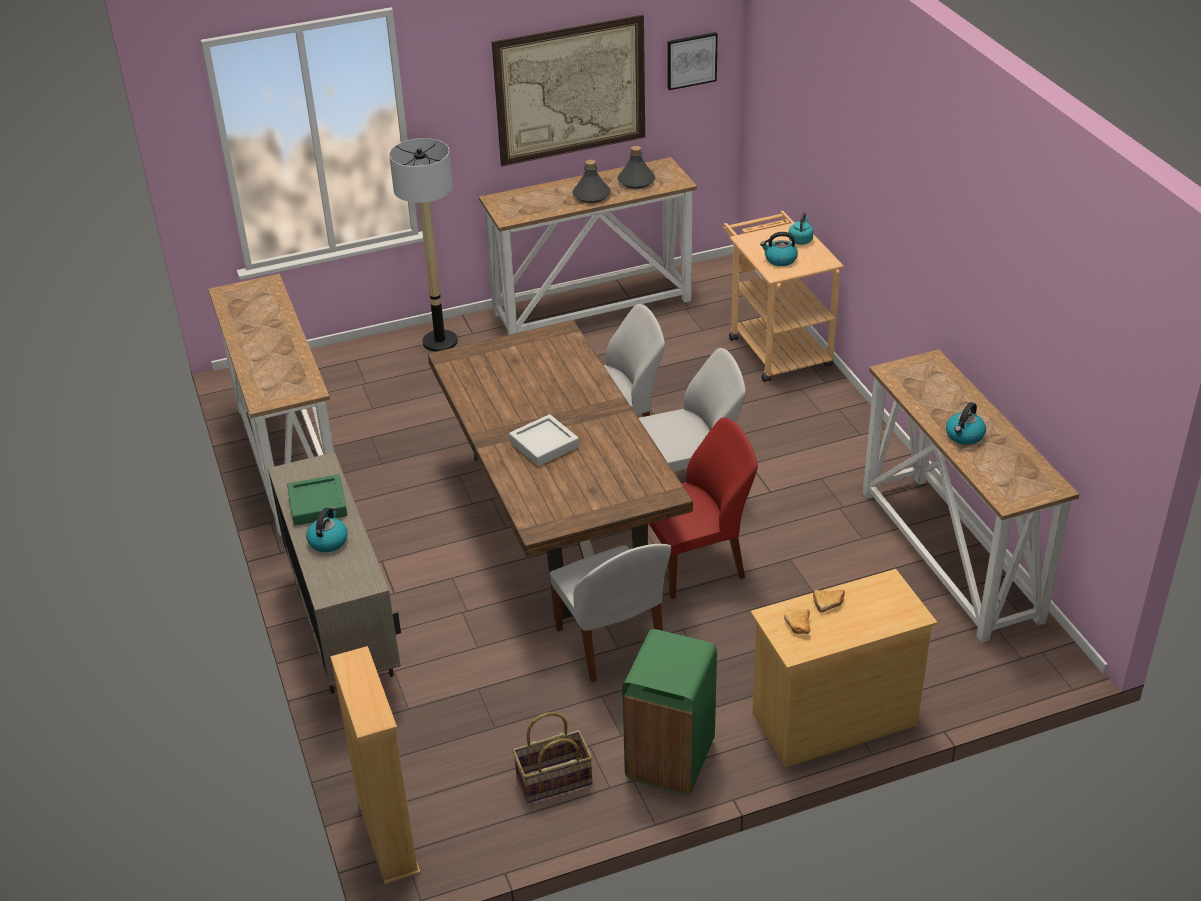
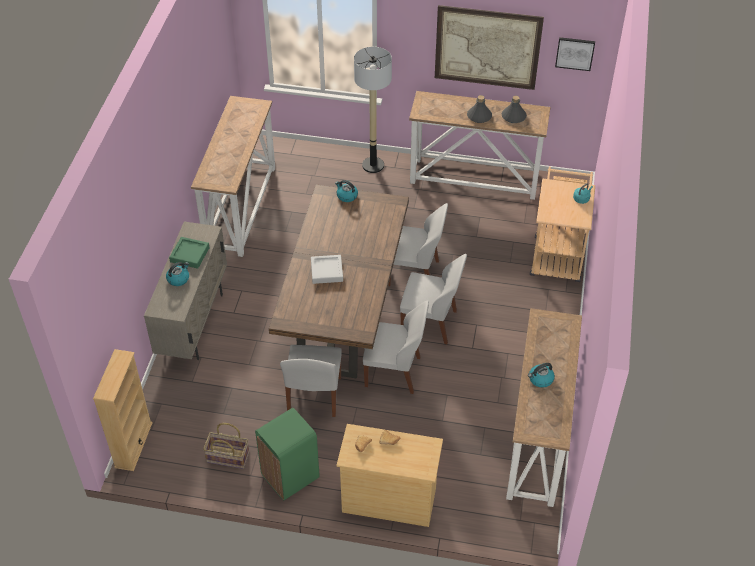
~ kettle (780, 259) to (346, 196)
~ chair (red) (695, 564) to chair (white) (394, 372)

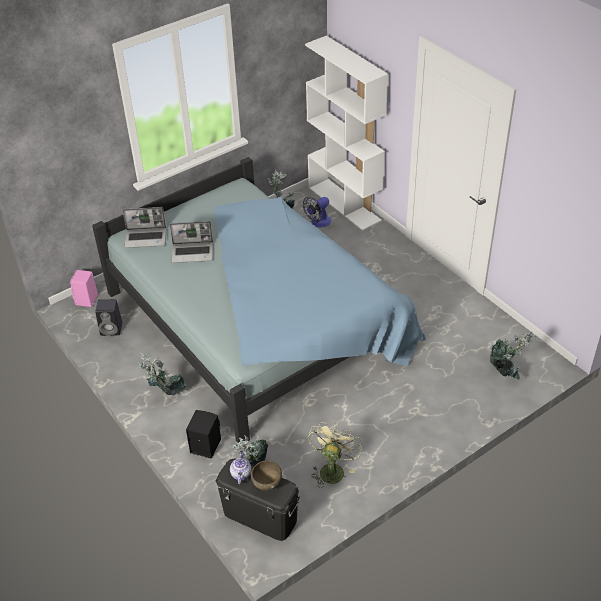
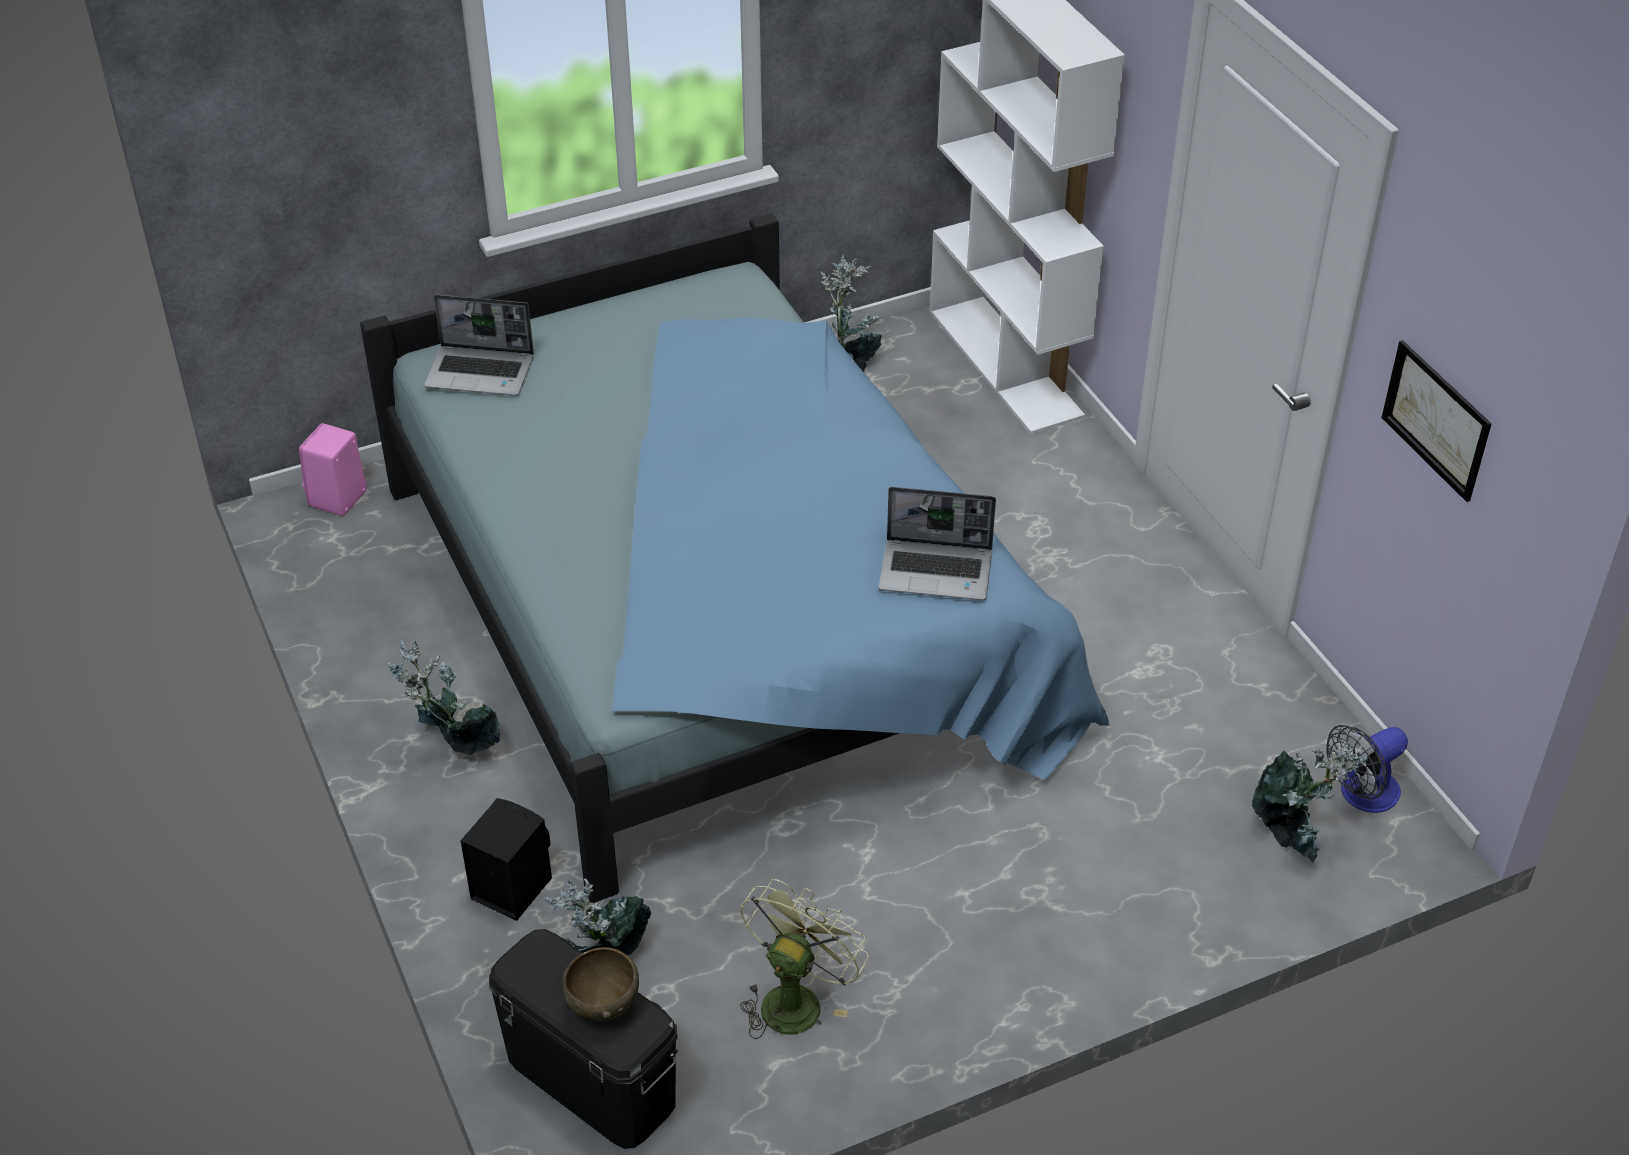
~ laptop (193, 253) to (937, 571)
~ fan (318, 223) to (1361, 795)
+ picture (1436, 420)
- speaker (black) (112, 329)
- teapot (241, 473)

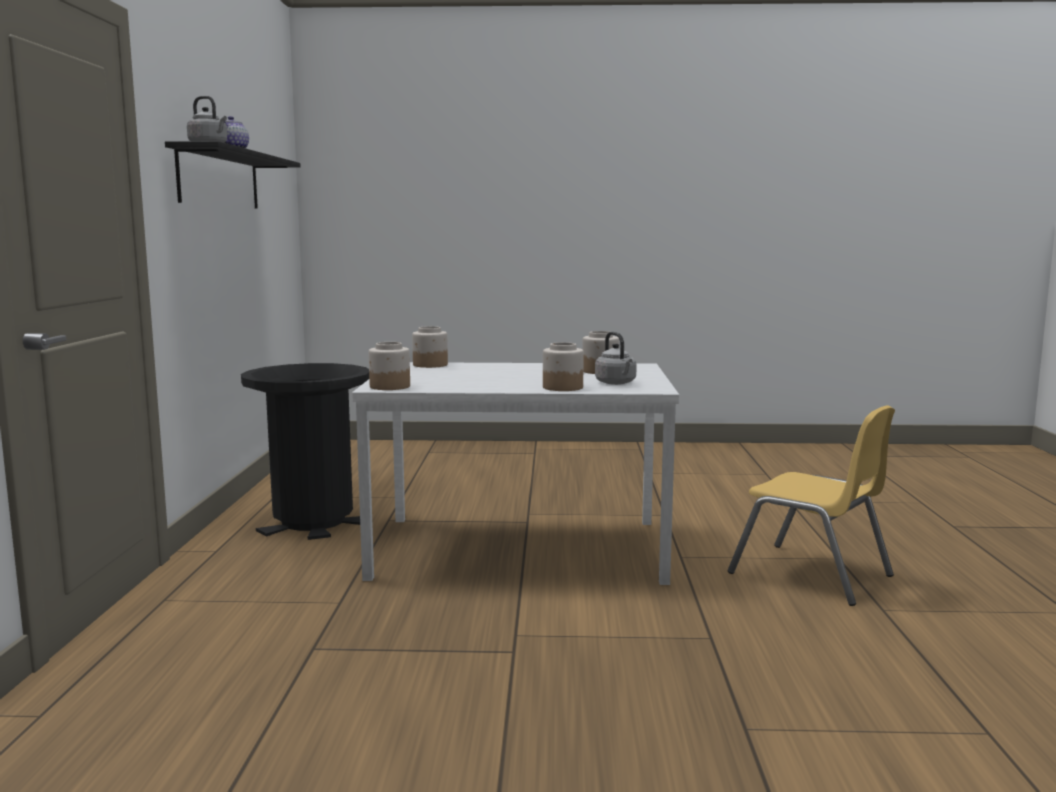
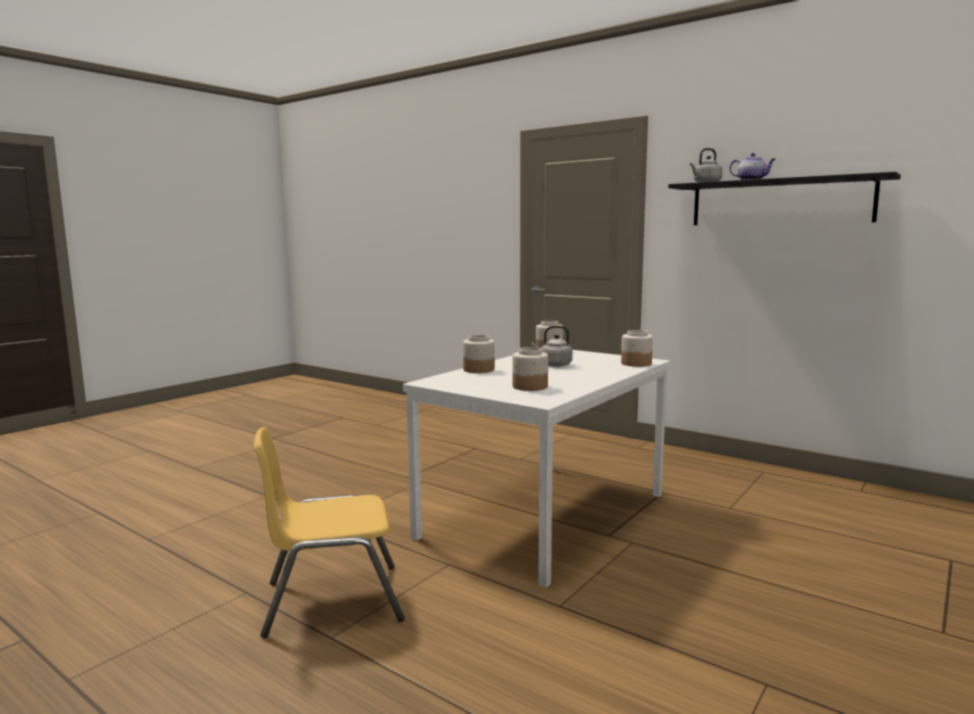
~ kettle (grey) (616, 383) to (554, 365)
- trash can (black) (313, 521)

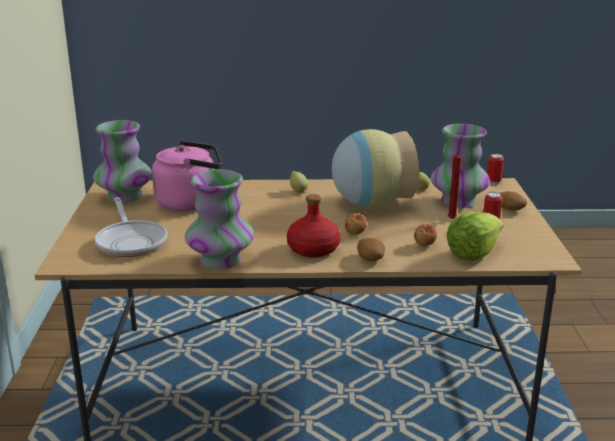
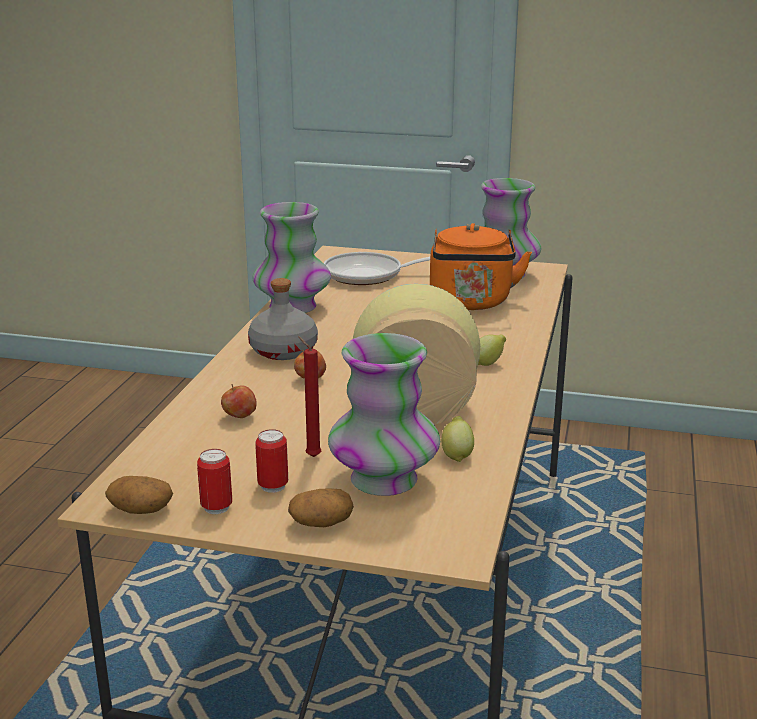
~ potato (371, 259) to (140, 509)
~ can (493, 182) to (216, 507)
~ bottle (red) (313, 249) to bottle (grey) (284, 351)
~ kettle (pink) (190, 202) to kettle (orange) (471, 303)
- lettuce (473, 253)

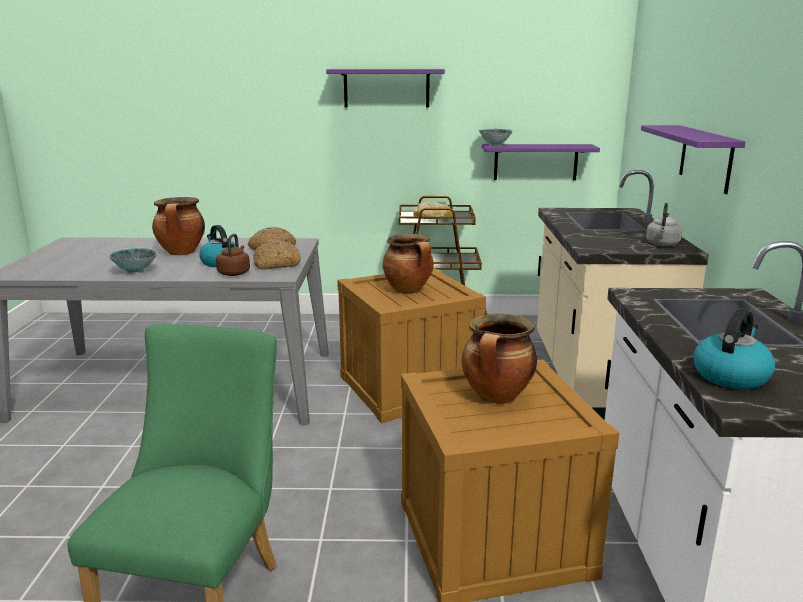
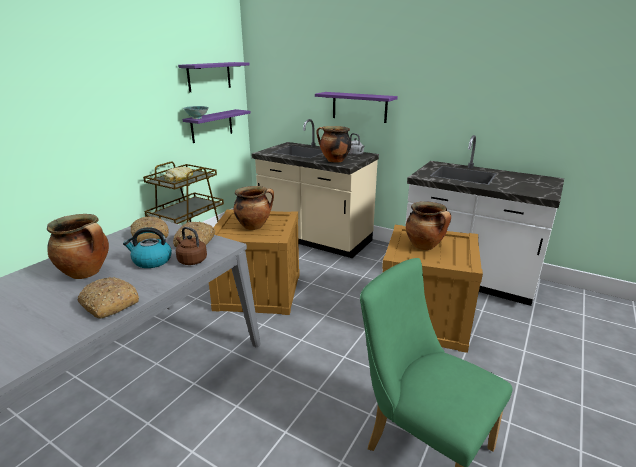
~ bowl (135, 272) to bread (108, 304)
~ shelf (purple) (386, 88) to (209, 76)
+ cooking pot (334, 161)
- kettle (730, 375)

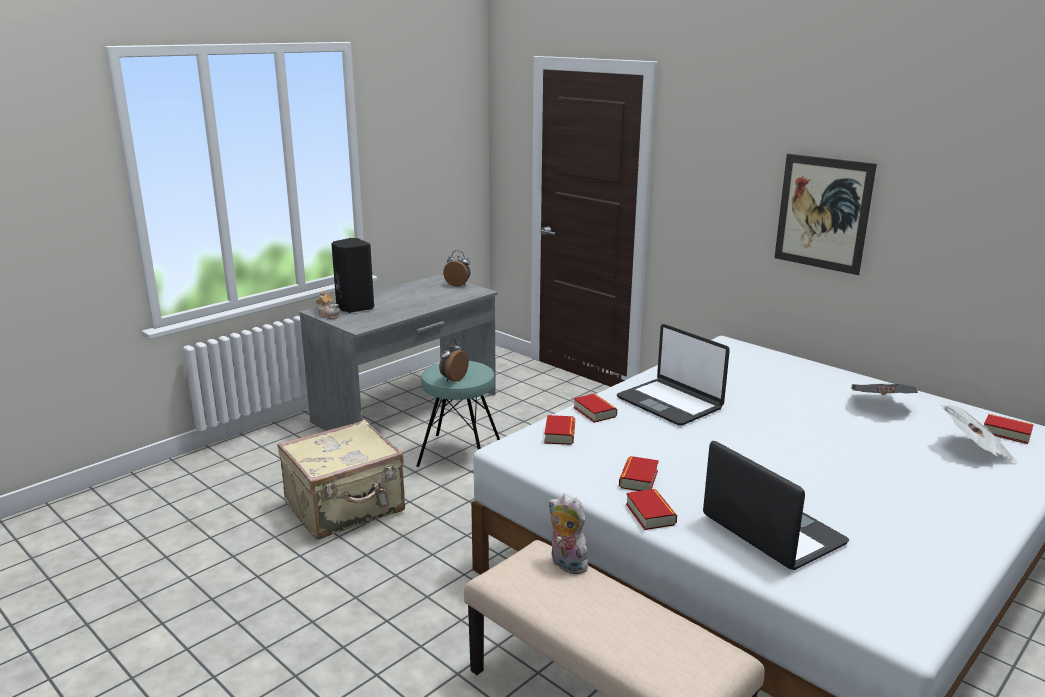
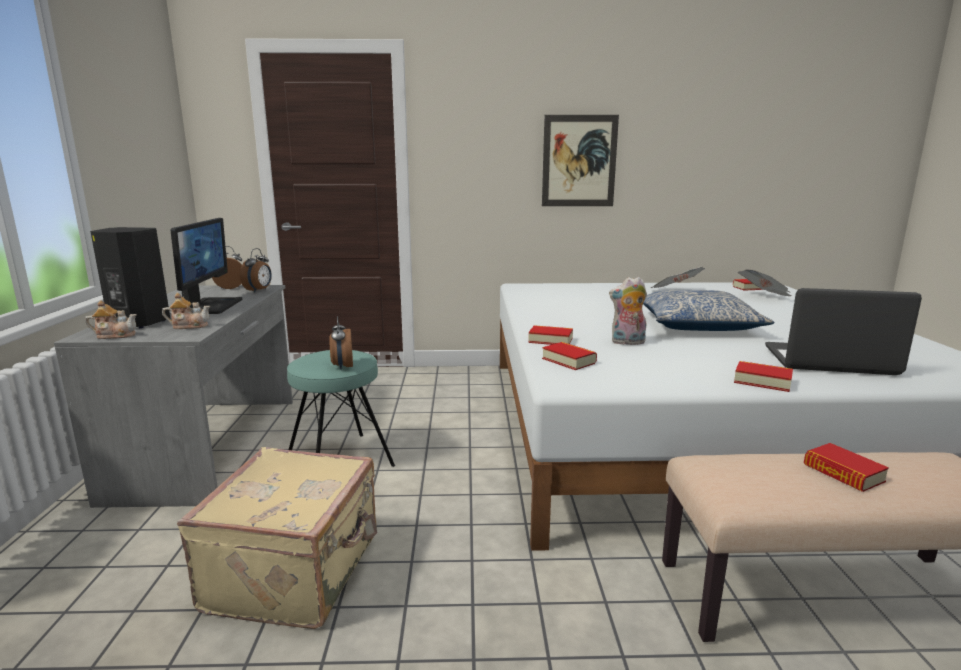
+ teapot (189, 326)
+ monitor (210, 306)
+ alarm clock (259, 290)
~ plush toy (566, 564) to (627, 342)
+ pillow (697, 325)
~ book (638, 479) to (843, 473)
- laptop (670, 403)

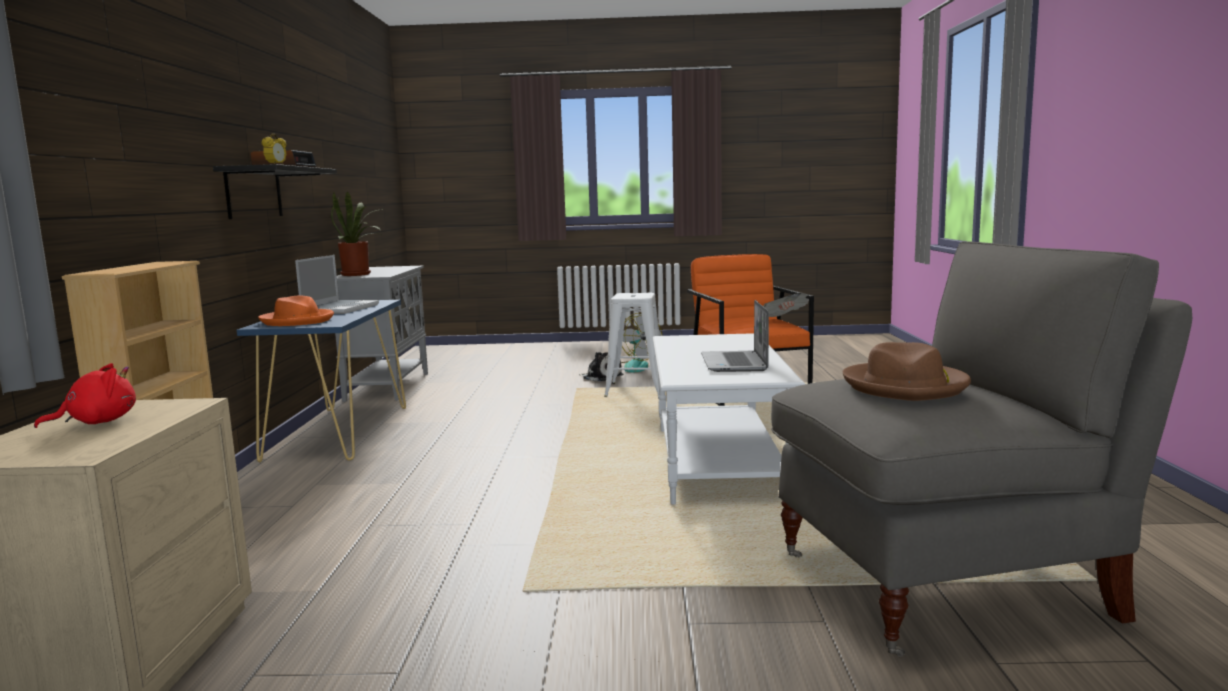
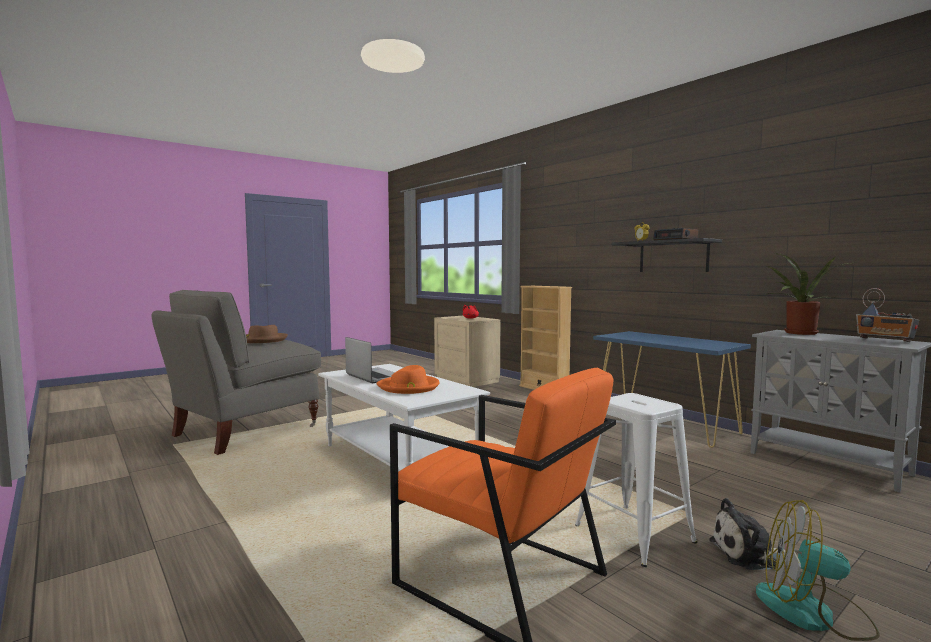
~ hat (orange) (298, 321) to (409, 387)
+ radio (885, 340)
- laptop (340, 309)
- newspaper (783, 320)

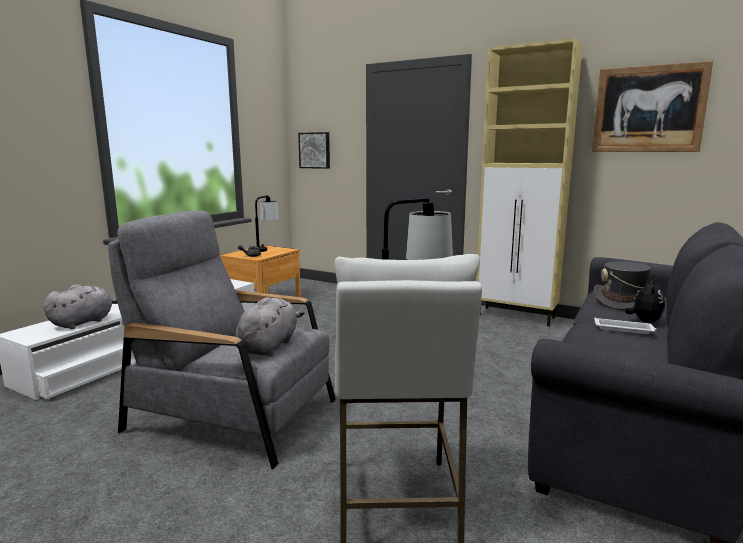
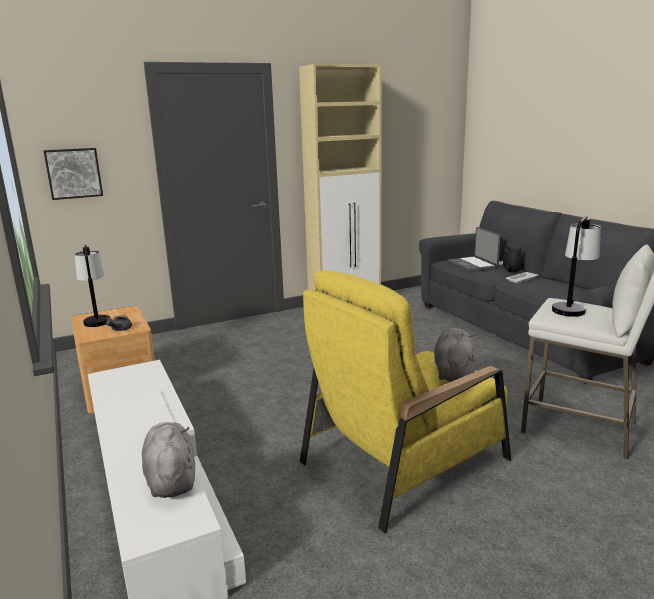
~ armchair (grey) (234, 414) to armchair (yellow) (404, 460)
~ plush toy (grey) (269, 346) = (454, 372) 45 degrees clockwise
~ hat (grey) (623, 302) to laptop (473, 265)
- picture (648, 109)

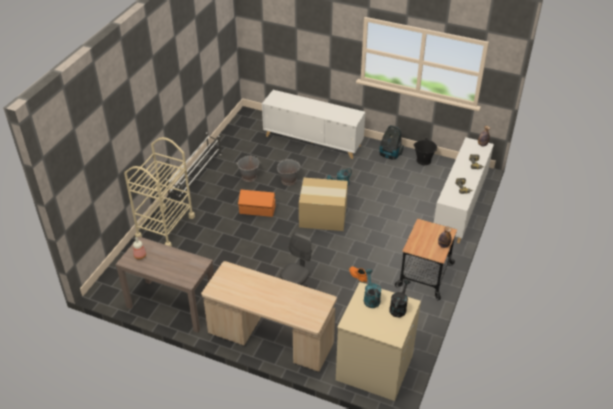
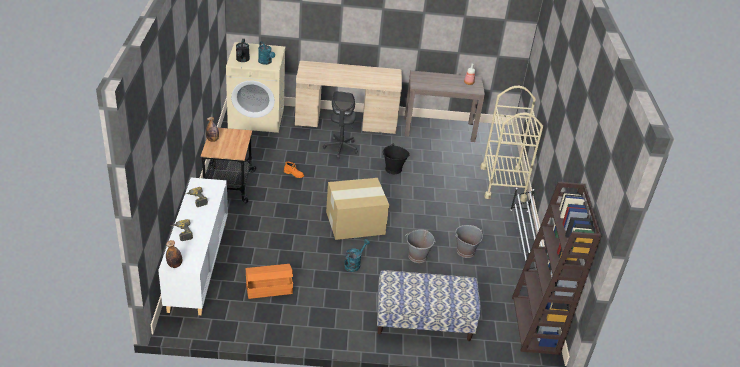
~ storage box (orange) (257, 210) to (268, 288)
~ cabinet (white) (313, 141) to bench (423, 322)
~ bucket (black) (423, 160) to (393, 169)
+ bookcase (brown) (536, 325)
- vacuum cleaner (390, 155)

